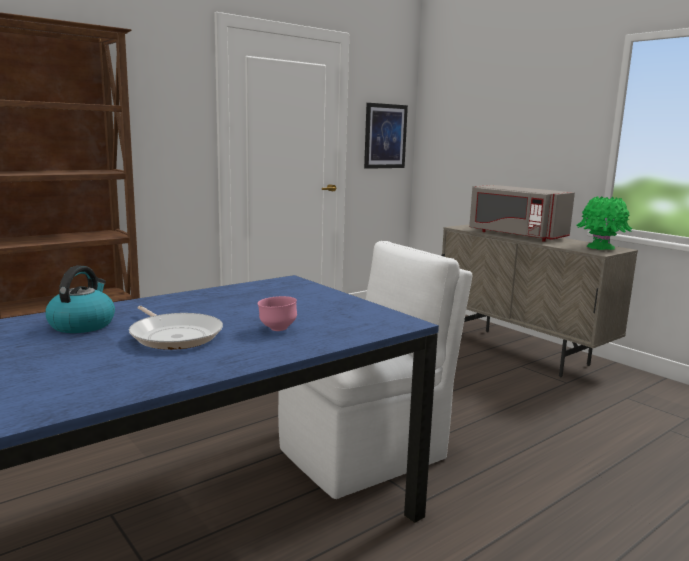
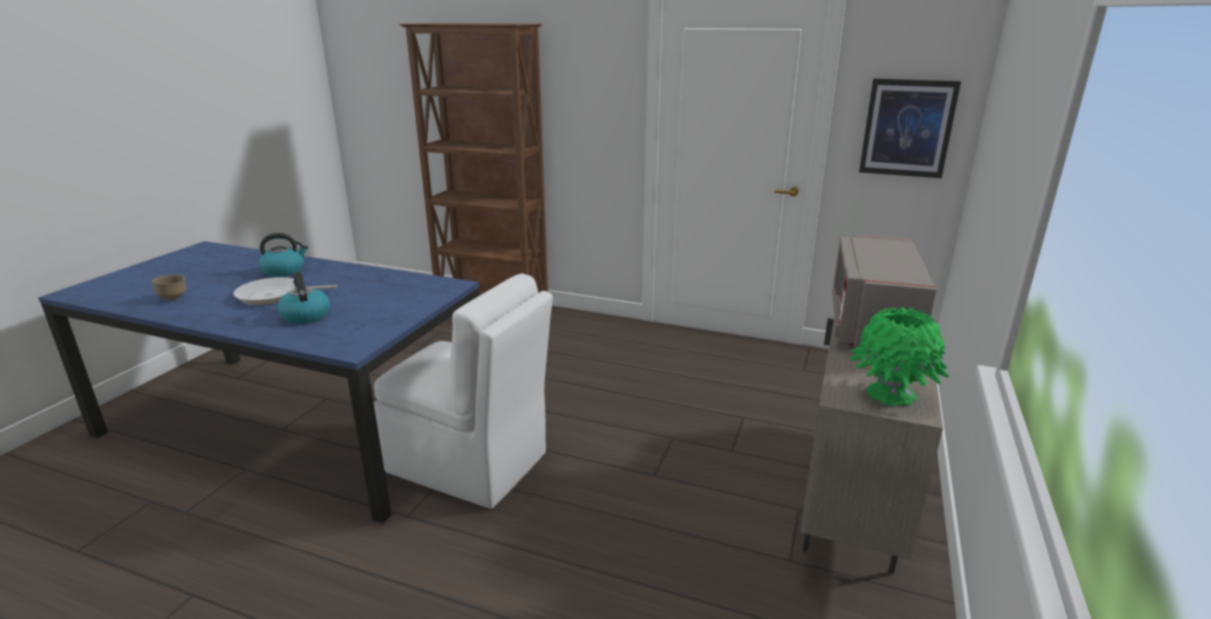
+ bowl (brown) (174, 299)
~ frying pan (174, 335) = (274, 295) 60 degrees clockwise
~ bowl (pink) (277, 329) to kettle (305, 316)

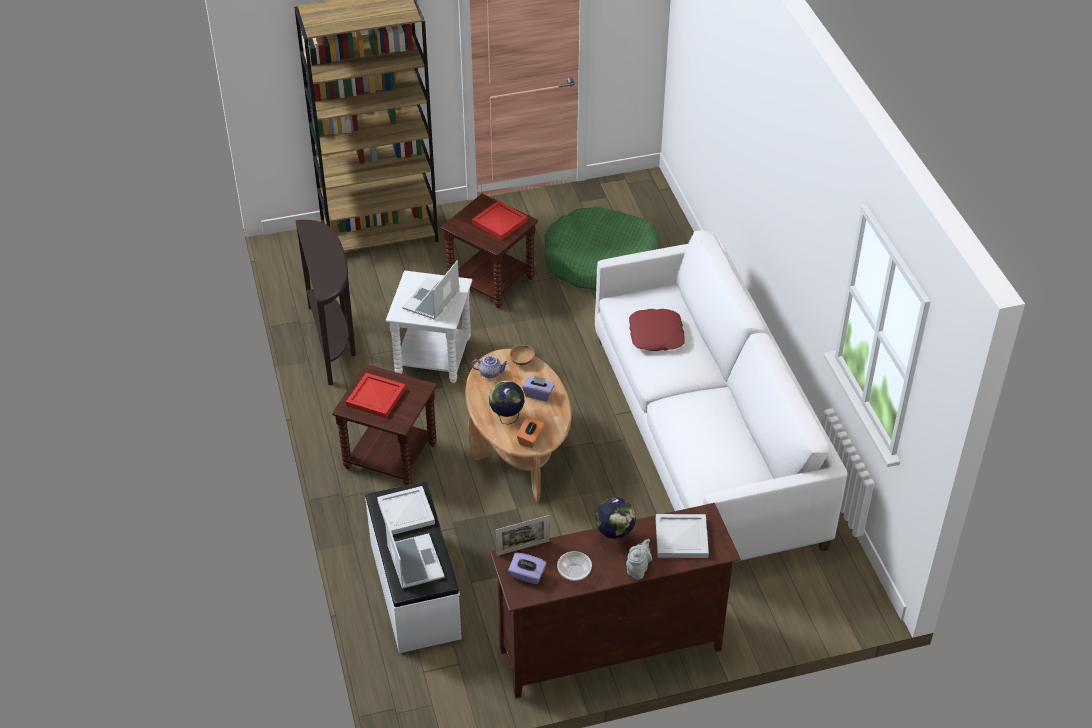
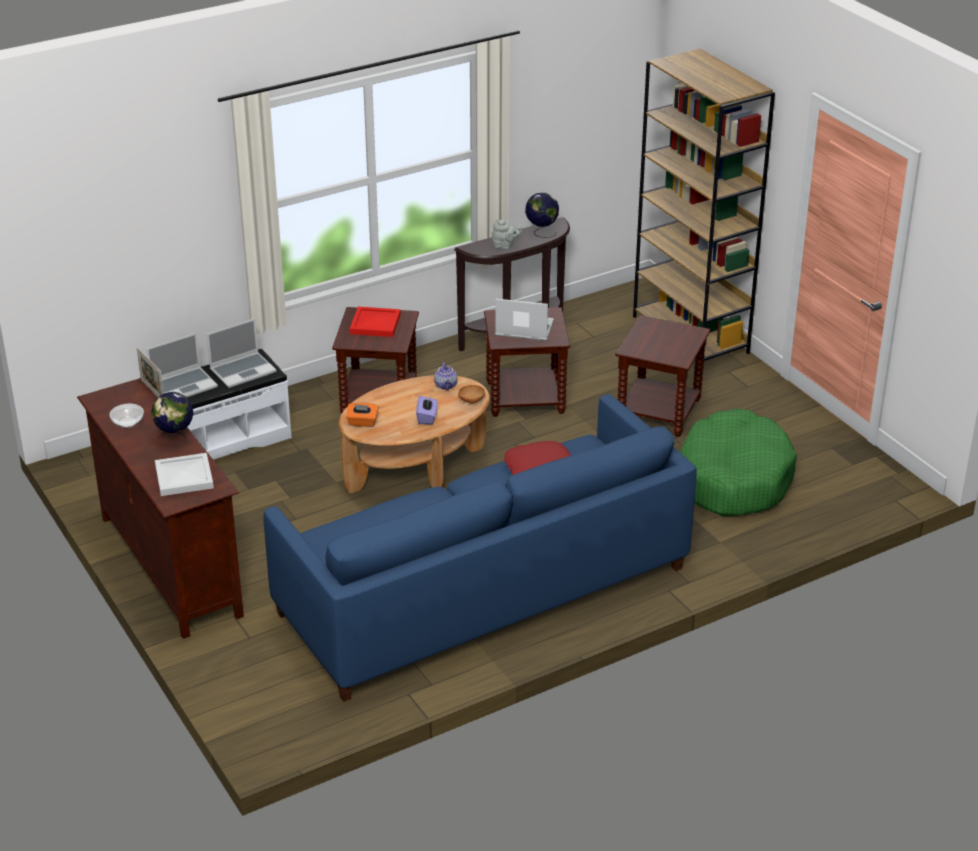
~ tray (white) (405, 512) to laptop (243, 370)
~ sofa (white) (706, 439) to sofa (blue) (482, 591)
~ side table (white) (434, 357) to side table (brown) (525, 398)
~ teapot (grey) (638, 569) to (505, 246)
~ globe (507, 418) to (541, 232)
- tray (red) (500, 222)
- tissue box (purple) (527, 575)

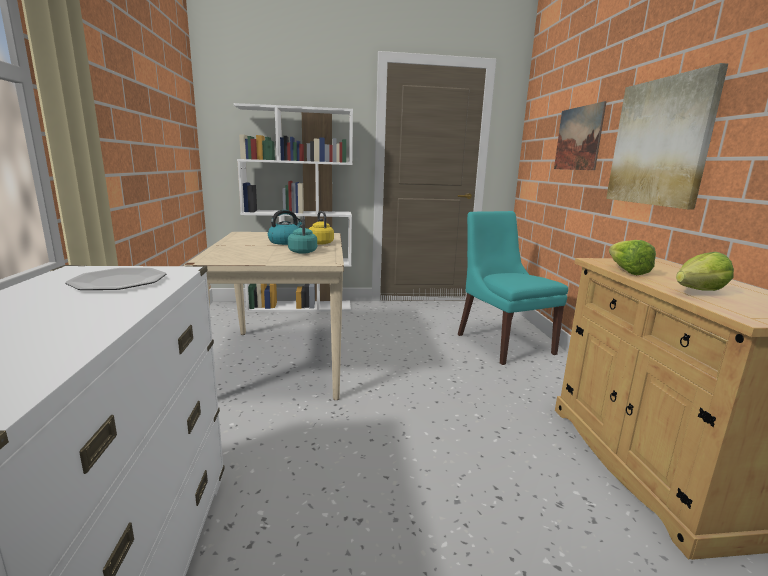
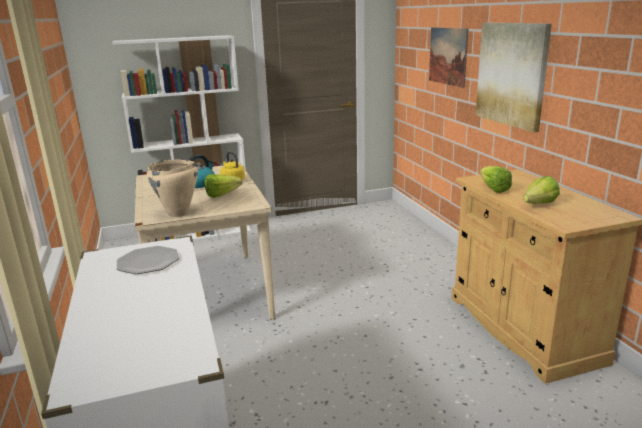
+ cooking pot (beige) (178, 214)
~ kettle (turquoise) (302, 251) to lettuce (225, 195)
- chair (turquoise) (502, 343)

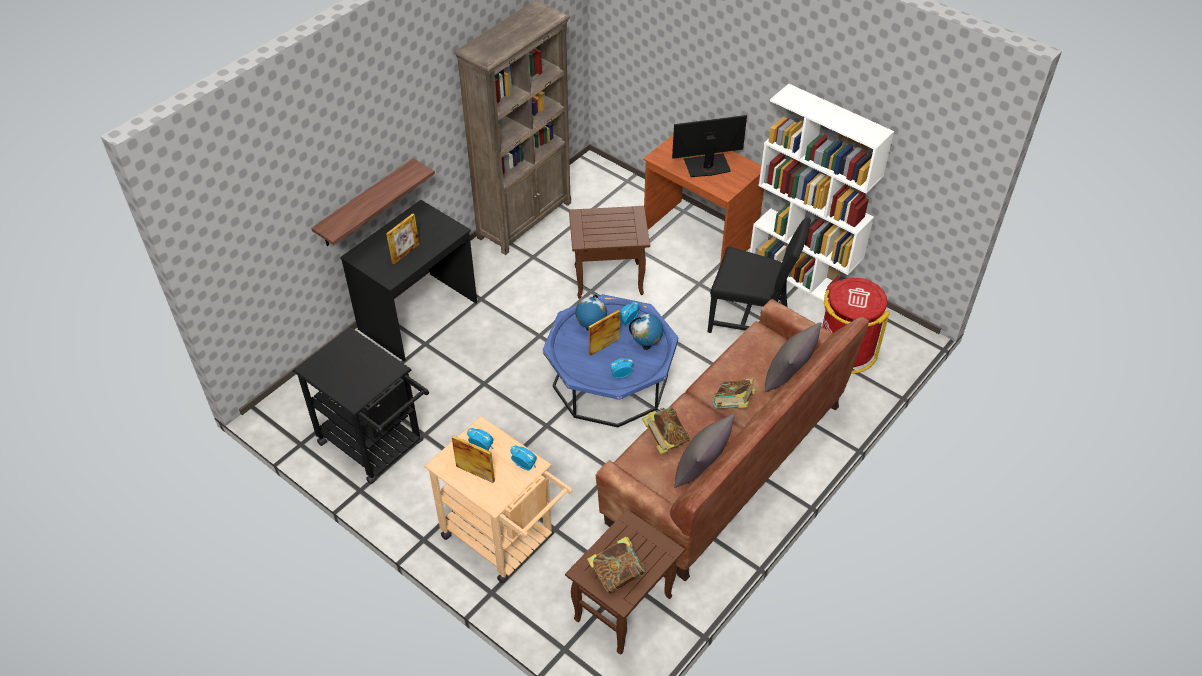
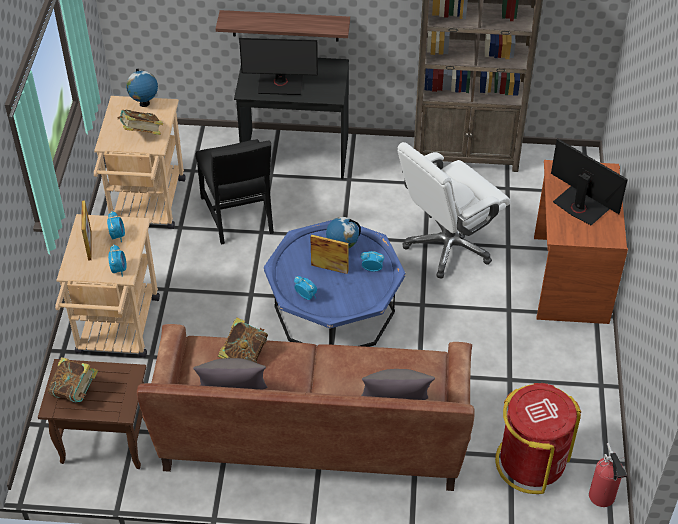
~ cart (black) (377, 446) to cart (beige) (147, 208)
~ book (733, 405) to (141, 134)
~ globe (646, 346) to (144, 104)
~ chair (black) (751, 319) to (239, 216)
~ picture frame (405, 253) to monitor (280, 84)
~ side table (brown) (607, 281) to office chair (white) (448, 246)
+ fire extinguisher (602, 498)
- bookcase (white) (802, 277)

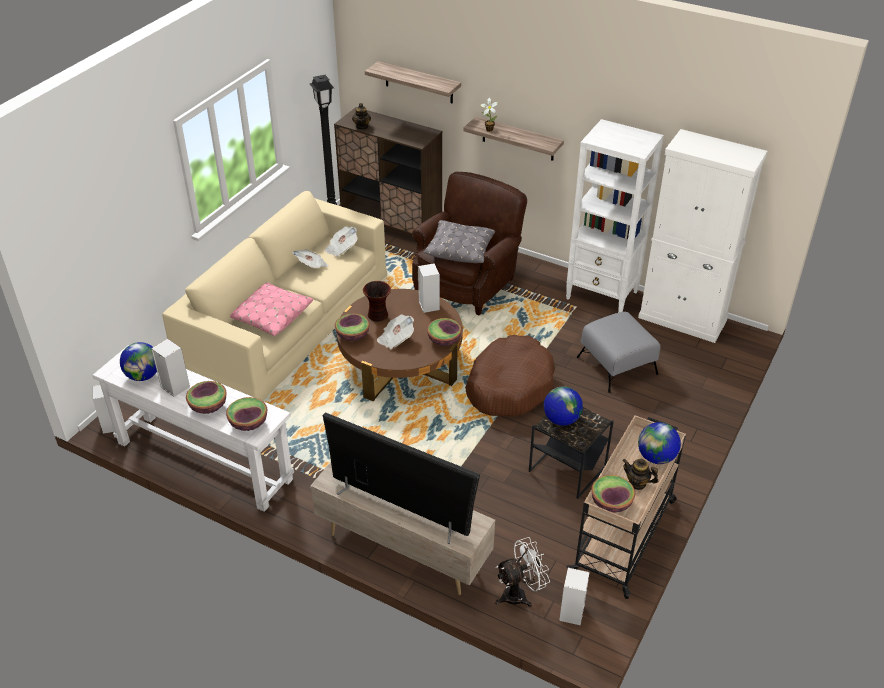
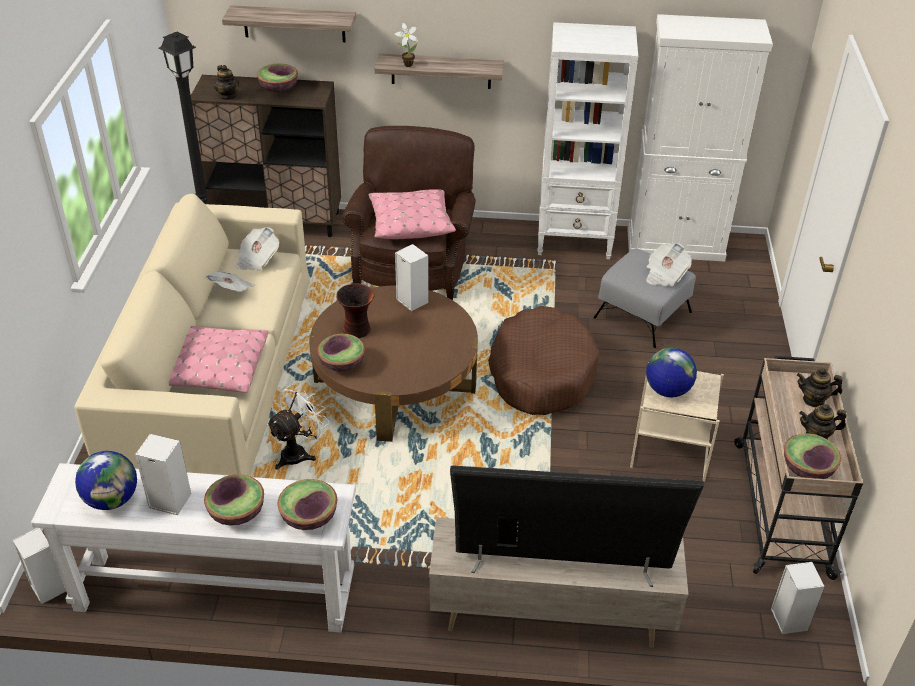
~ bowl (444, 340) to (279, 89)
~ fan (white) (519, 594) to (299, 452)
~ pillow (grey) (460, 249) to pillow (pink) (410, 223)
~ side table (black) (567, 470) to side table (beige) (671, 451)
~ newspaper (395, 339) to (665, 275)
~ globe (656, 457) to teapot (813, 400)

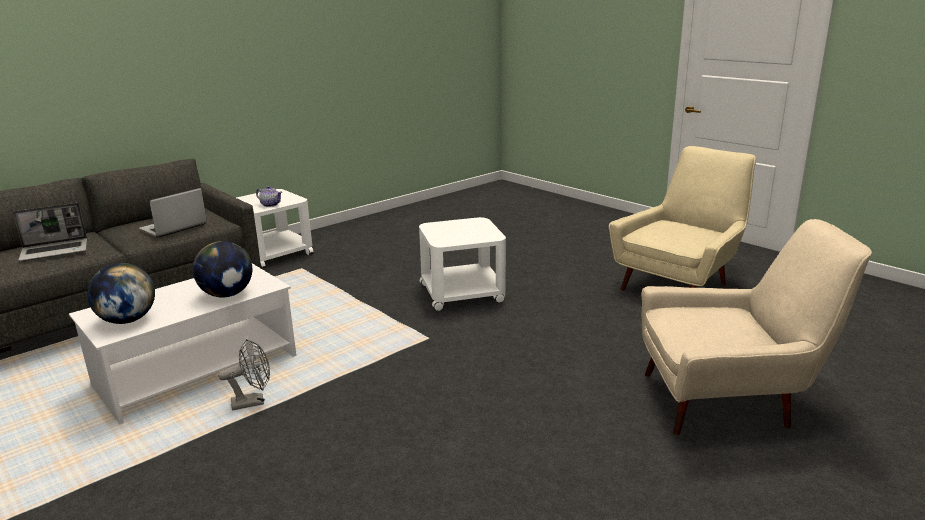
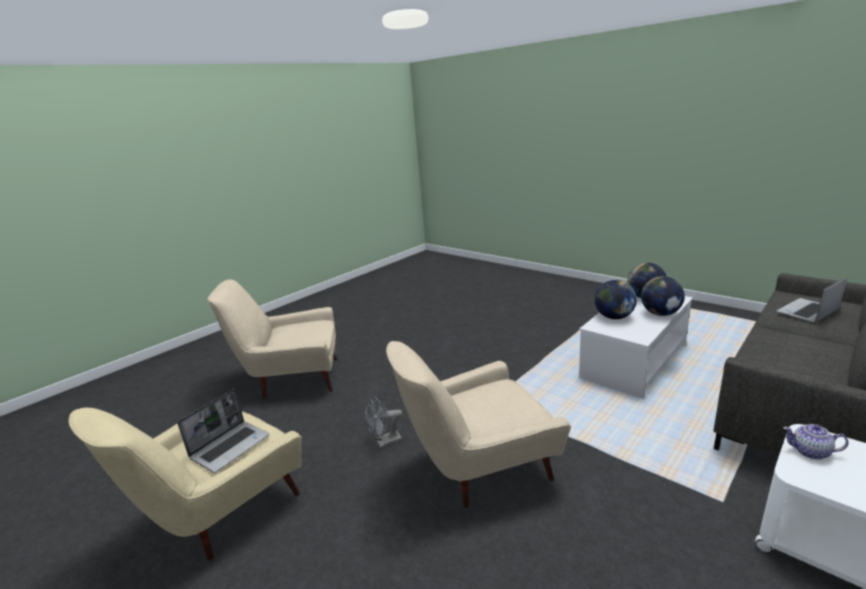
~ laptop (173, 228) to (231, 446)
~ fan (grey) (253, 402) to (385, 442)
~ side table (white) (462, 292) to armchair (beige) (479, 469)
+ globe (660, 314)

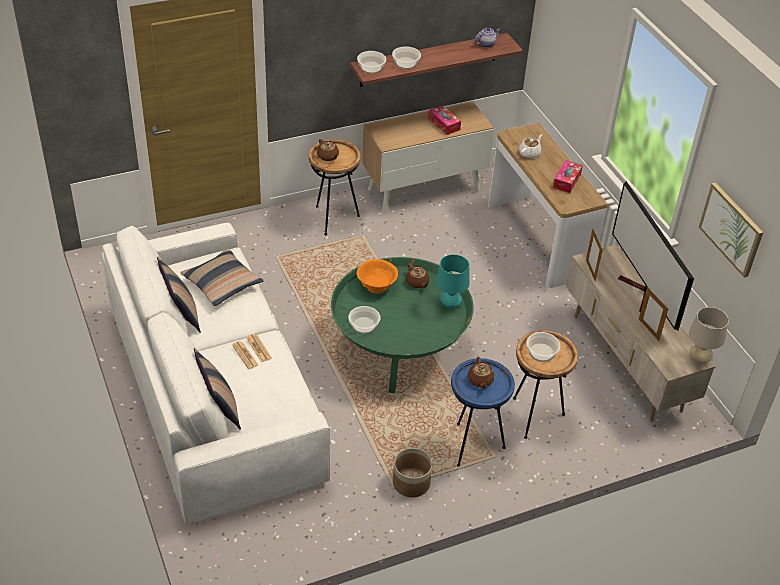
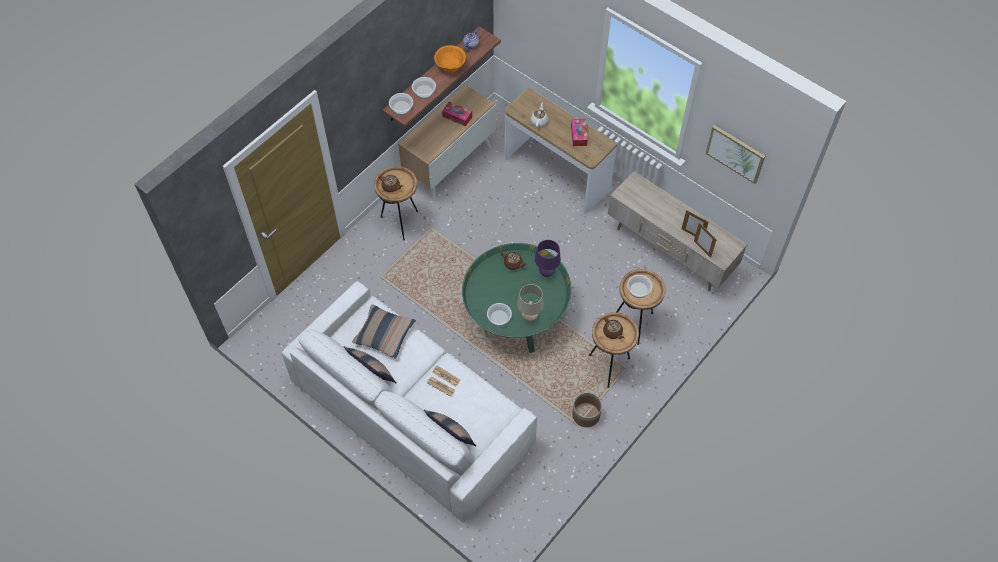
~ bowl (orange) (376, 286) to (450, 66)
~ table lamp (beige) (699, 359) to (529, 316)
~ table lamp (turquoise) (450, 305) to table lamp (purple) (546, 272)
~ side table (blue) (473, 445) to side table (brown) (609, 366)
~ picture frame (590, 270) to (702, 249)
- television (640, 294)

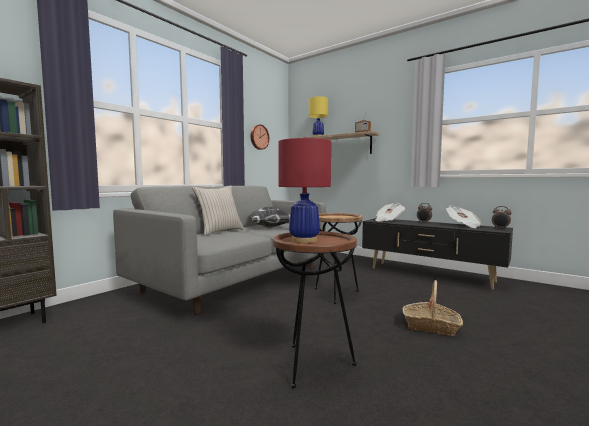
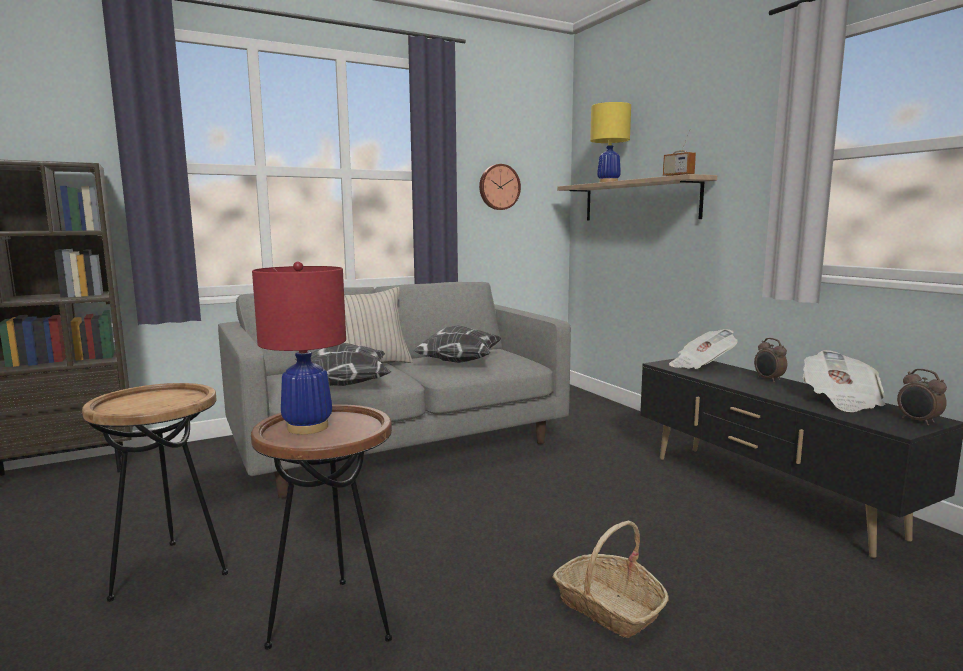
~ side table (brown) (336, 294) to (171, 571)
+ pillow (342, 385)

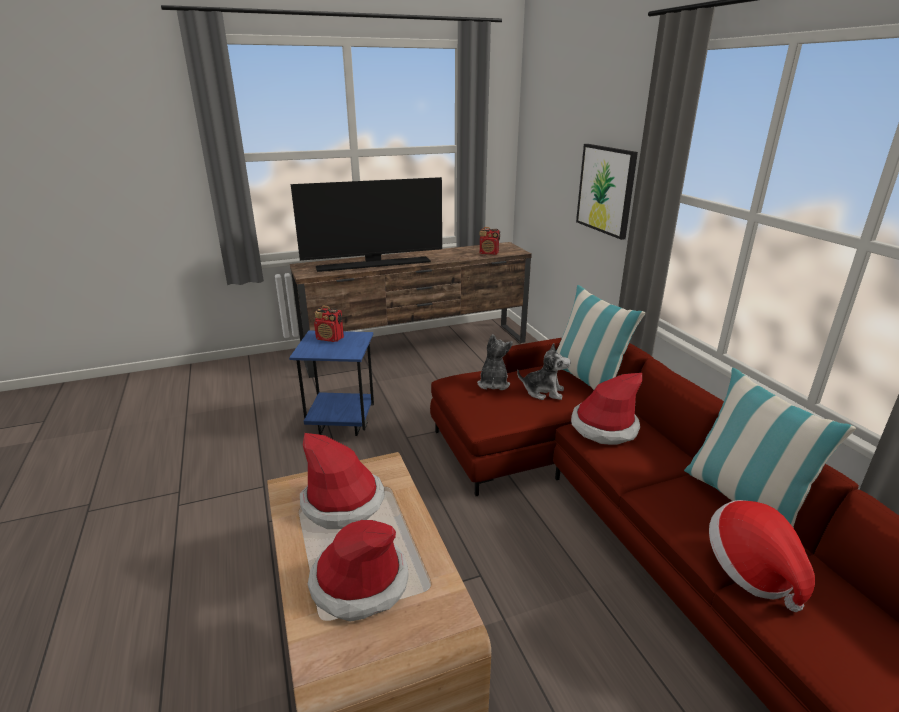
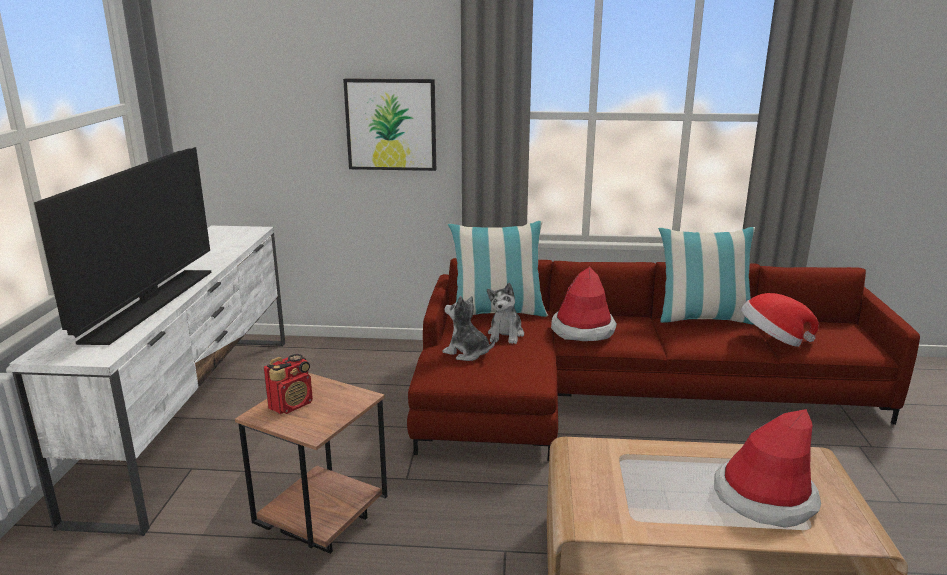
~ tv stand (brown) (418, 349) to tv stand (white) (196, 415)
~ side table (blue) (342, 423) to side table (brown) (322, 526)
~ plush toy (543, 392) = (506, 335) 150 degrees clockwise
- hat (343, 503)
- radio (489, 253)

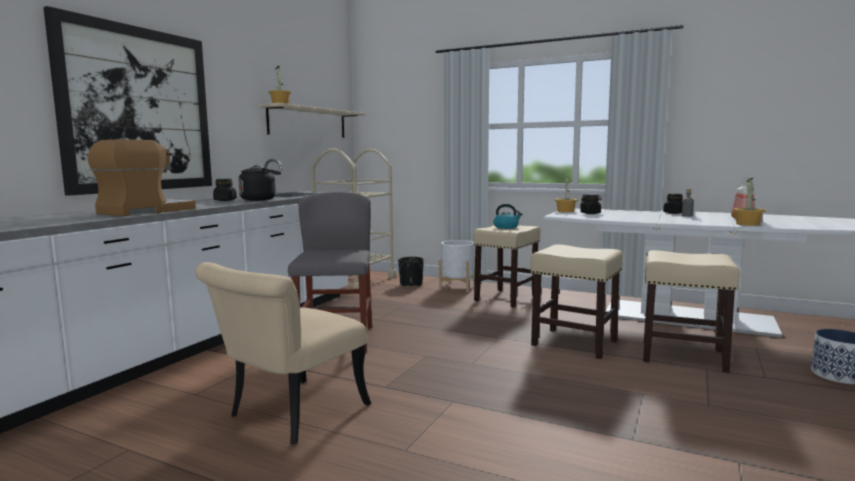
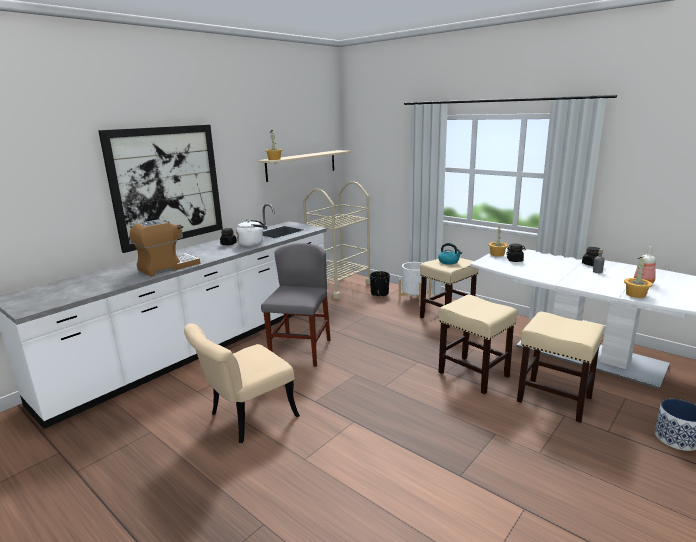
~ kettle (black) (260, 199) to kettle (white) (252, 244)

